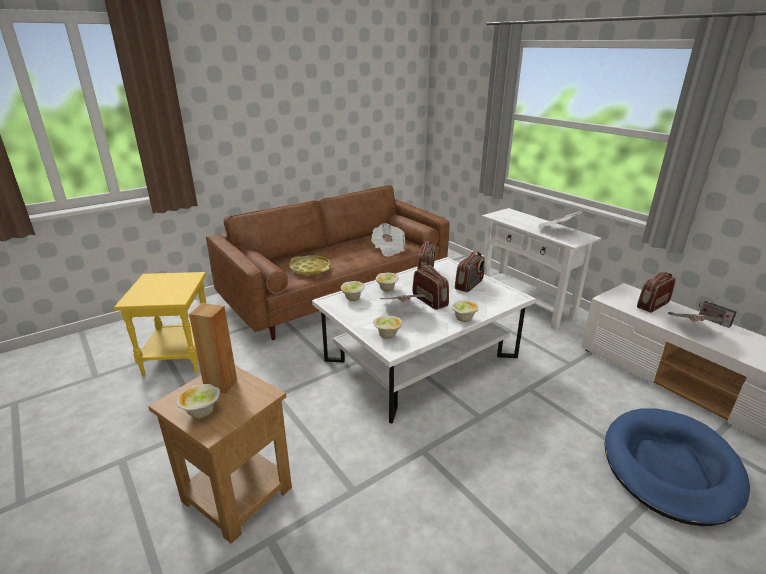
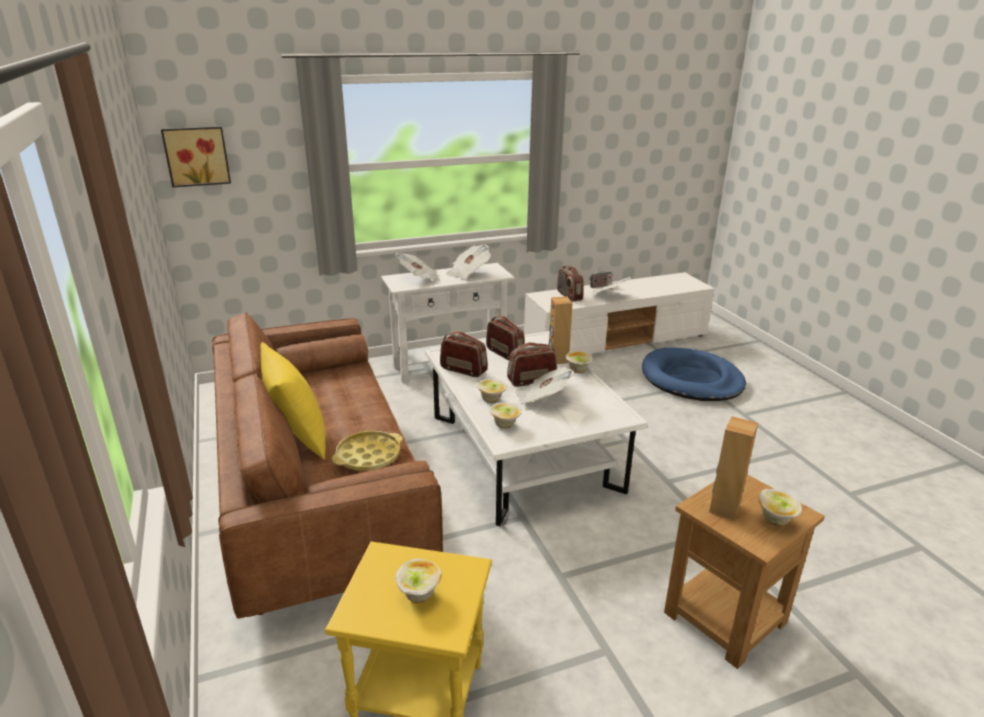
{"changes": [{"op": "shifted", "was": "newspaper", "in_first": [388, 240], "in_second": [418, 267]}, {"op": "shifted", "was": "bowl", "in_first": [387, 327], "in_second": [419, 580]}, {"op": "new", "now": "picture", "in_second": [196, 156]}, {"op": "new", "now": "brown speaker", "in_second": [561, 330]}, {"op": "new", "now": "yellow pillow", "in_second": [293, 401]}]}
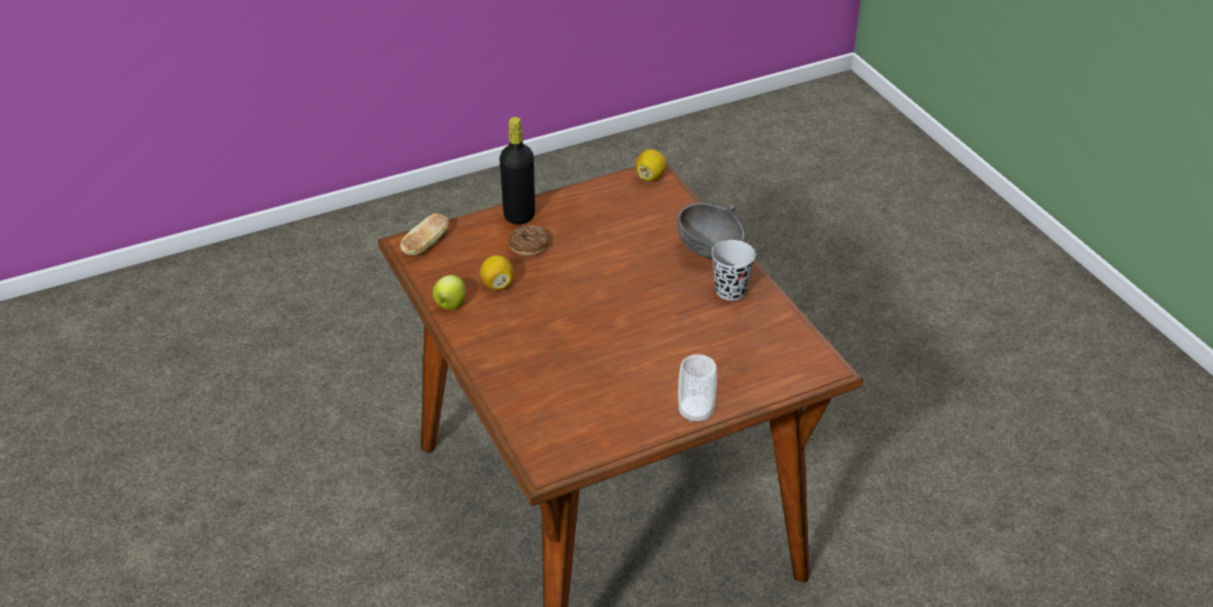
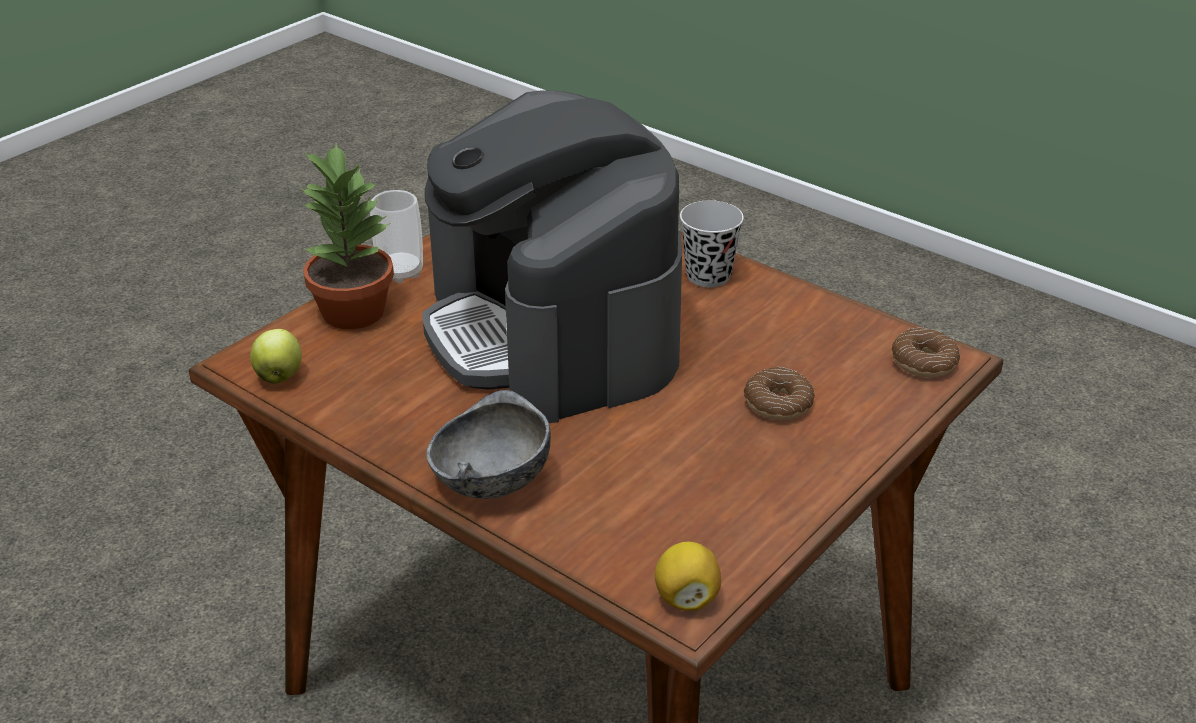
{"changes": [{"op": "gone", "was": "black bottle", "in_first": [517, 171]}, {"op": "swapped", "was": "bread", "now": "donut", "in_first": [424, 234], "in_second": [926, 352]}, {"op": "shifted", "was": "black cup", "in_first": [733, 270], "in_second": [712, 243]}, {"op": "gone", "was": "lemon", "in_first": [497, 272]}, {"op": "shifted", "was": "apple", "in_first": [449, 292], "in_second": [276, 356]}, {"op": "new", "now": "coffee machine", "in_second": [552, 257]}, {"op": "new", "now": "potted plant", "in_second": [346, 236]}]}
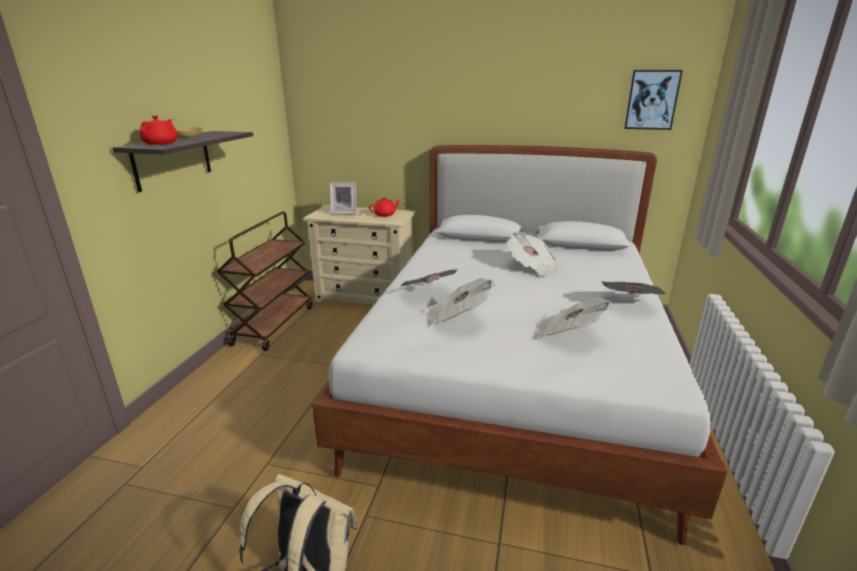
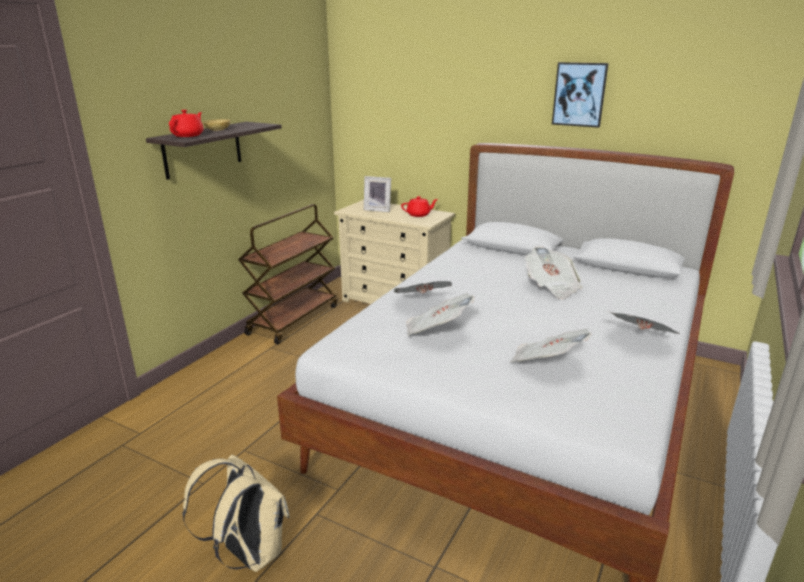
{"changes": [{"op": "shifted", "was": "picture", "in_first": [653, 100], "in_second": [580, 95]}]}
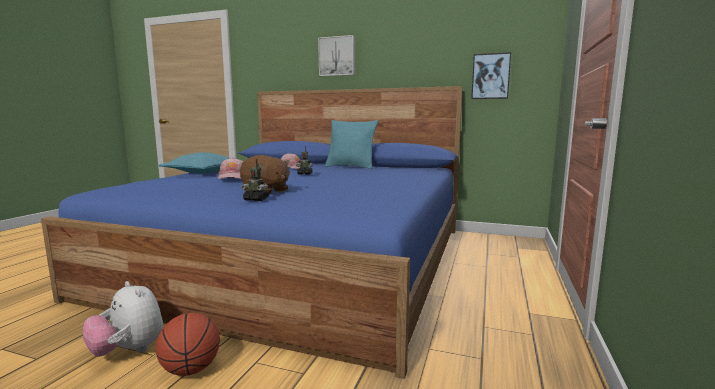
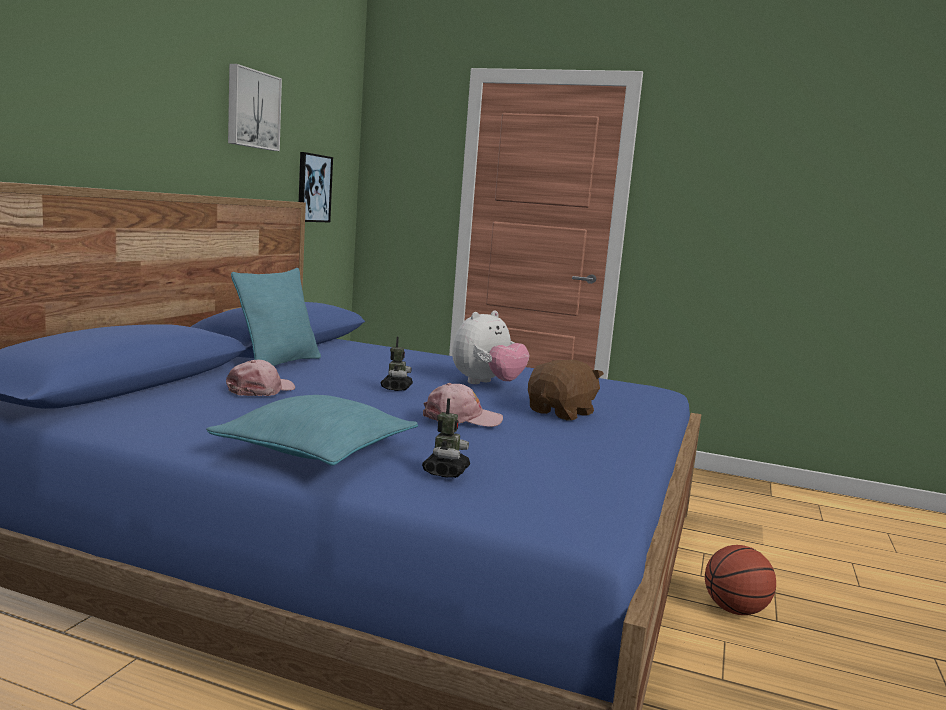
{"changes": [{"op": "shifted", "was": "picture", "in_first": [336, 55], "in_second": [255, 107]}, {"op": "shifted", "was": "toy robot", "in_first": [255, 180], "in_second": [446, 438]}, {"op": "shifted", "was": "plush toy", "in_first": [123, 319], "in_second": [491, 347]}]}
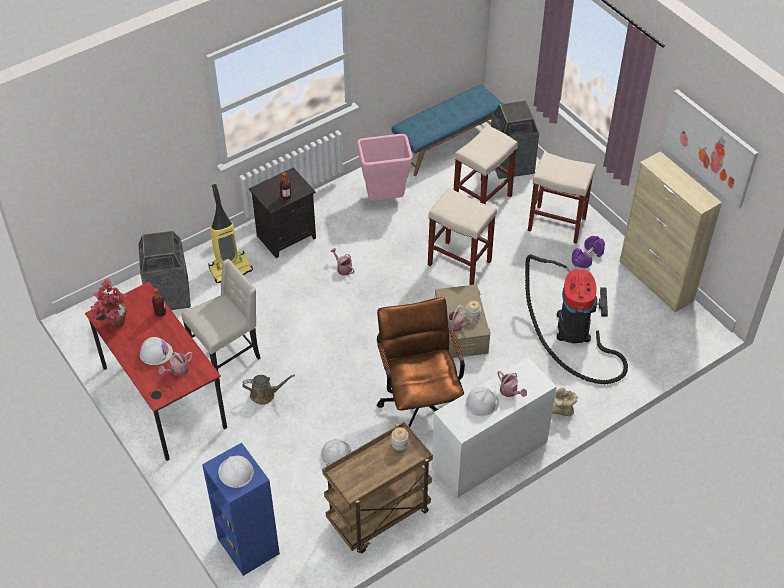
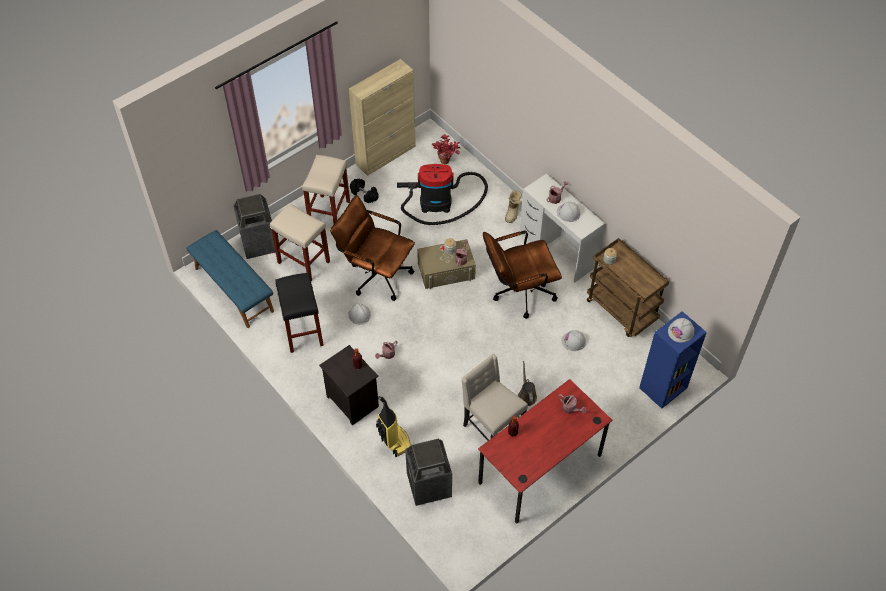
{"changes": [{"op": "gone", "was": "picture", "in_first": [710, 149]}, {"op": "swapped", "was": "pink trash can", "now": "black stool", "in_first": [385, 167], "in_second": [299, 313]}, {"op": "swapped", "was": "beige stool", "now": "brown office chair", "in_first": [462, 236], "in_second": [372, 248]}, {"op": "repainted", "was": "purple dumbbell", "now": "black dumbbell", "in_first": [588, 252], "in_second": [364, 191]}, {"op": "shifted", "was": "potted plant", "in_first": [108, 303], "in_second": [446, 149]}, {"op": "shifted", "was": "white hard hat", "in_first": [156, 351], "in_second": [359, 314]}]}
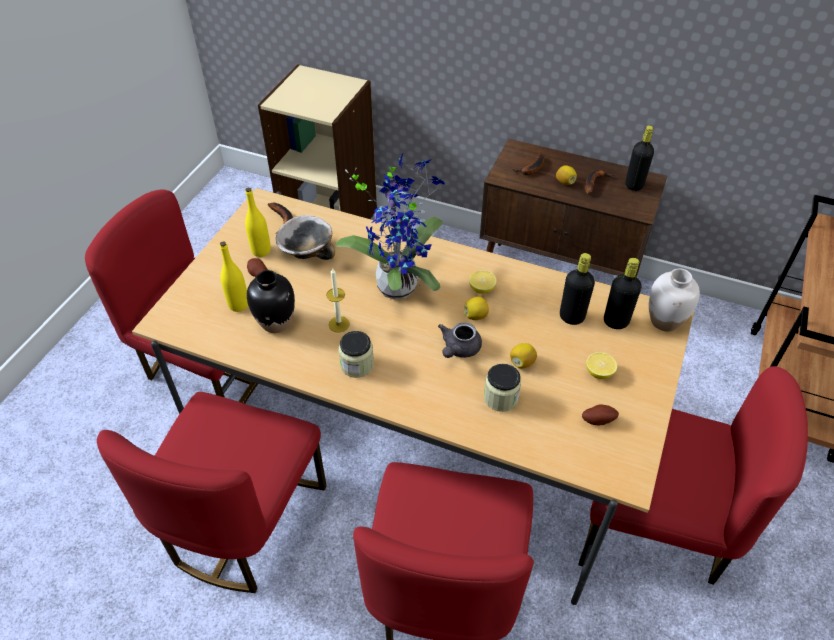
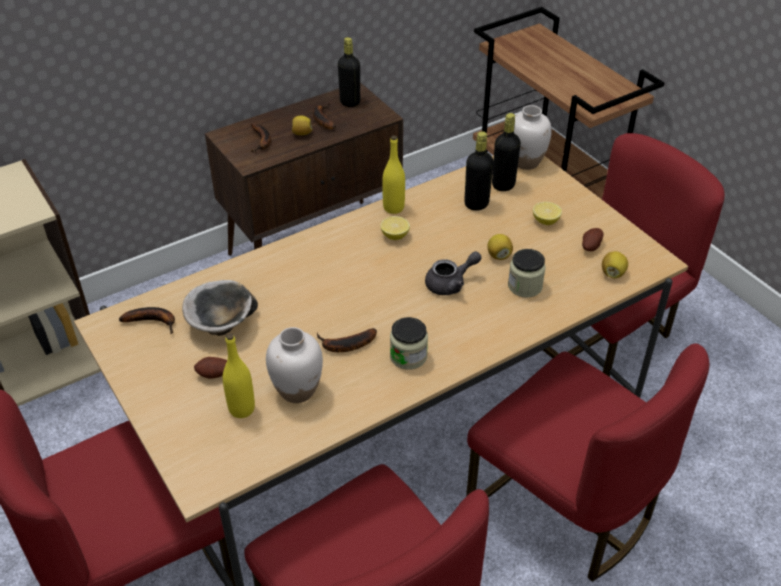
{"changes": [{"op": "gone", "was": "potted plant", "in_first": [390, 226]}, {"op": "shifted", "was": "yellow bottle", "in_first": [258, 222], "in_second": [393, 175]}, {"op": "swapped", "was": "candle", "now": "banana", "in_first": [338, 299], "in_second": [347, 340]}, {"op": "repainted", "was": "black vase", "now": "white vase", "in_first": [271, 301], "in_second": [294, 365]}, {"op": "shifted", "was": "lemon", "in_first": [476, 308], "in_second": [615, 264]}, {"op": "rotated", "was": "grey teapot", "in_first": [460, 340], "in_second": [453, 273], "clockwise": -90}]}
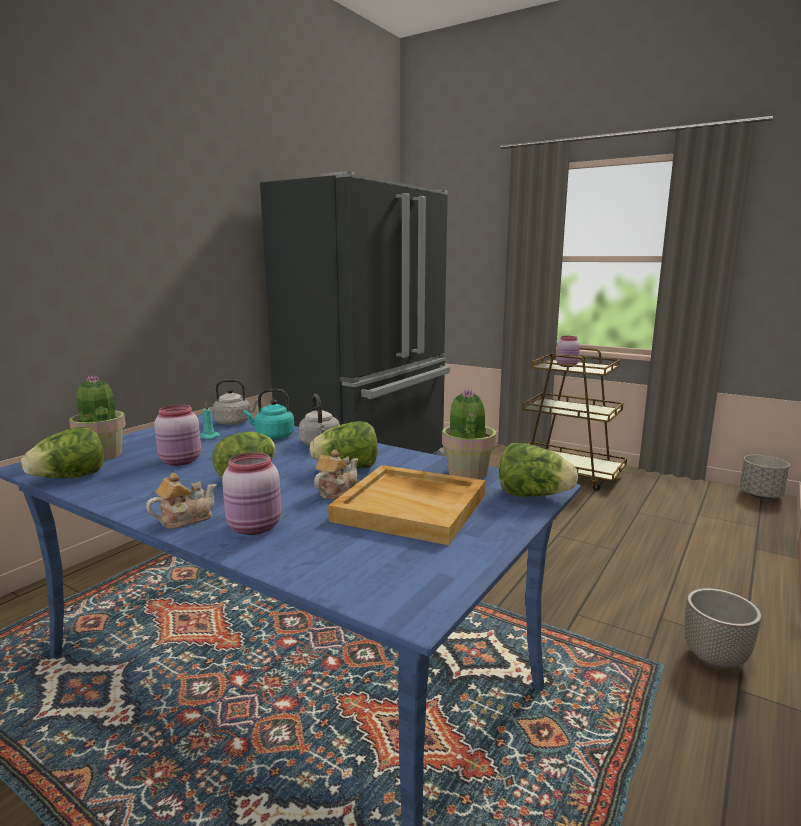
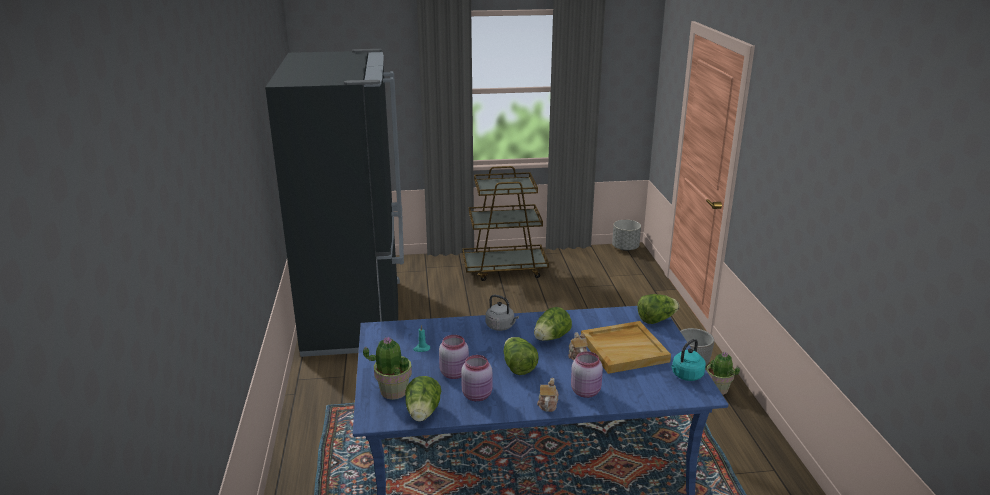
{"changes": [{"op": "shifted", "was": "pink jar", "in_first": [568, 351], "in_second": [476, 378]}, {"op": "gone", "was": "grey kettle", "in_first": [235, 402]}, {"op": "shifted", "was": "turquoise kettle", "in_first": [268, 414], "in_second": [688, 360]}, {"op": "shifted", "was": "potted plant", "in_first": [469, 434], "in_second": [723, 373]}]}
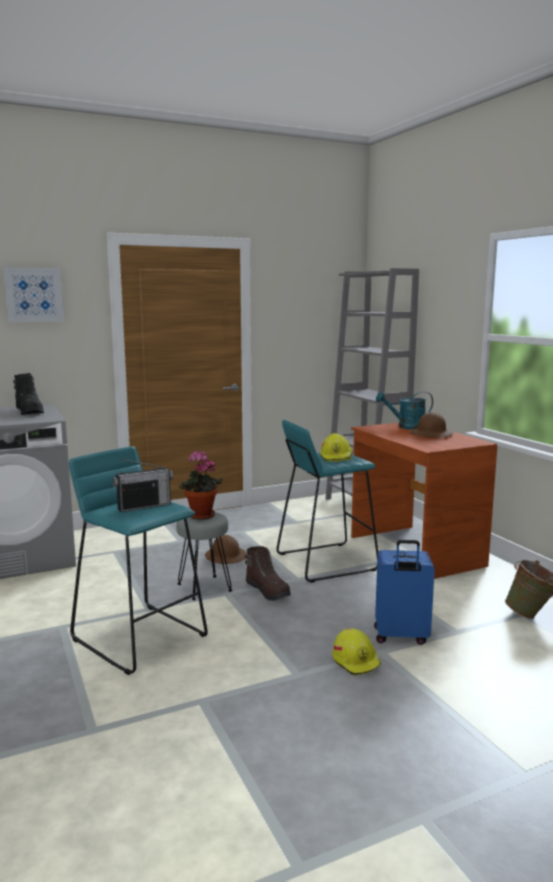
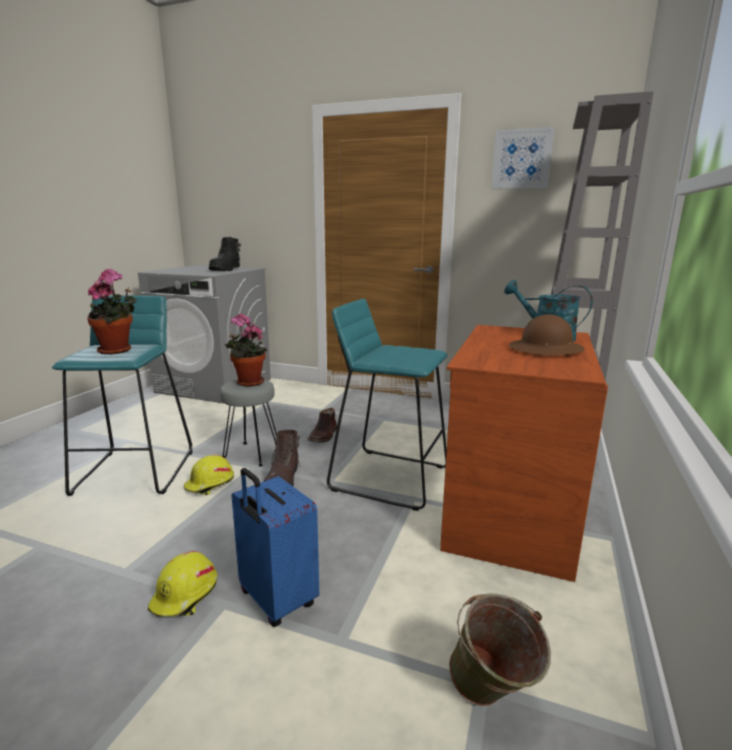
{"changes": [{"op": "shifted", "was": "picture", "in_first": [33, 294], "in_second": [523, 158]}, {"op": "shifted", "was": "yellow hard hat", "in_first": [336, 447], "in_second": [209, 475]}, {"op": "swapped", "was": "radio", "now": "potted plant", "in_first": [142, 485], "in_second": [112, 311]}, {"op": "swapped", "was": "brown hard hat", "now": "brown boot", "in_first": [226, 549], "in_second": [322, 425]}]}
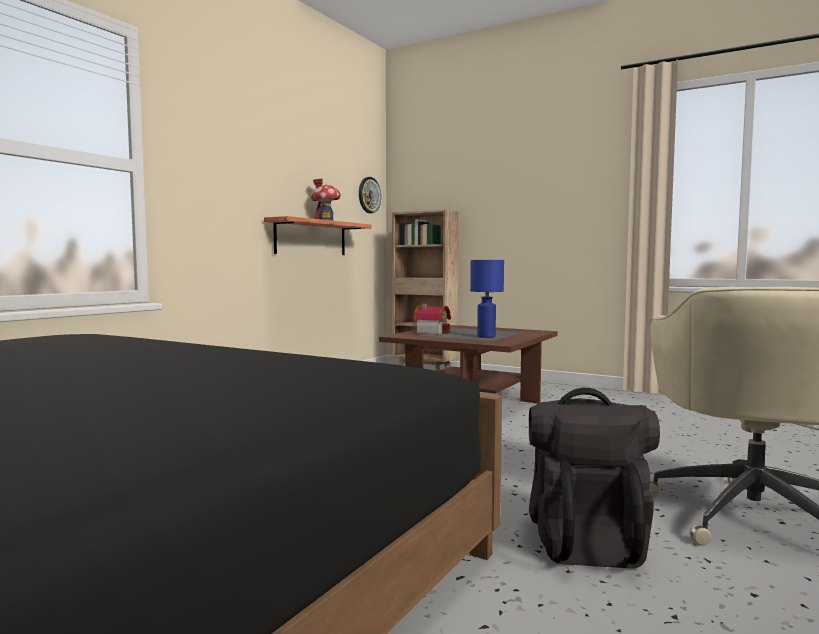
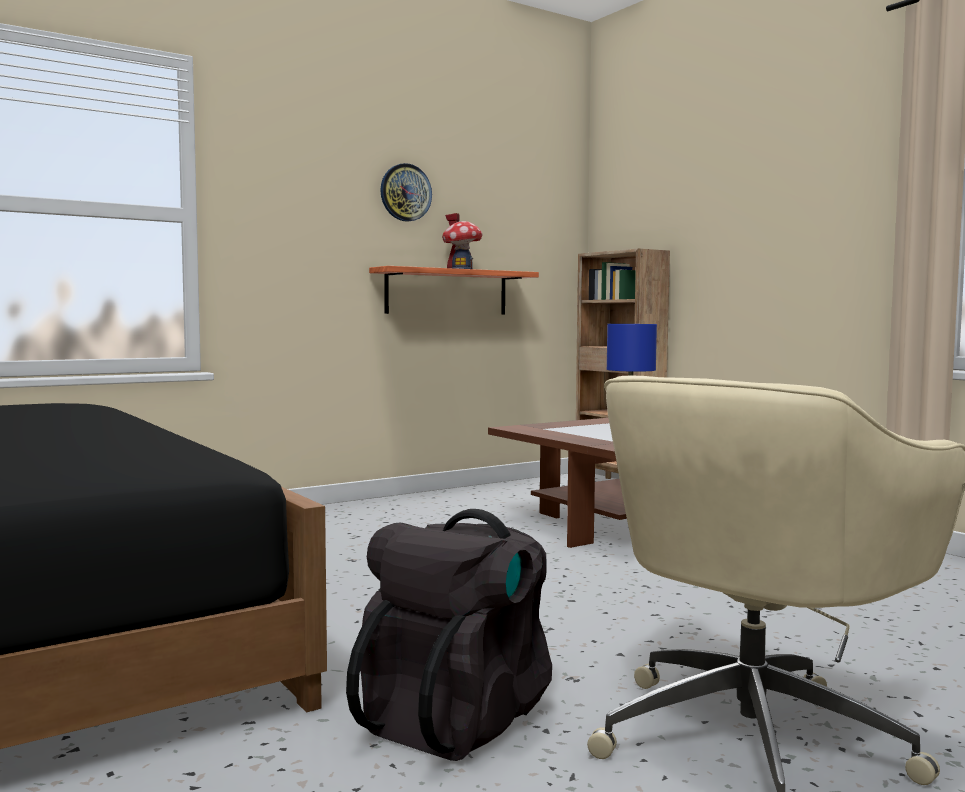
{"changes": [{"op": "shifted", "was": "wall clock", "in_first": [370, 195], "in_second": [406, 192]}, {"op": "gone", "was": "toy house", "in_first": [432, 318]}]}
